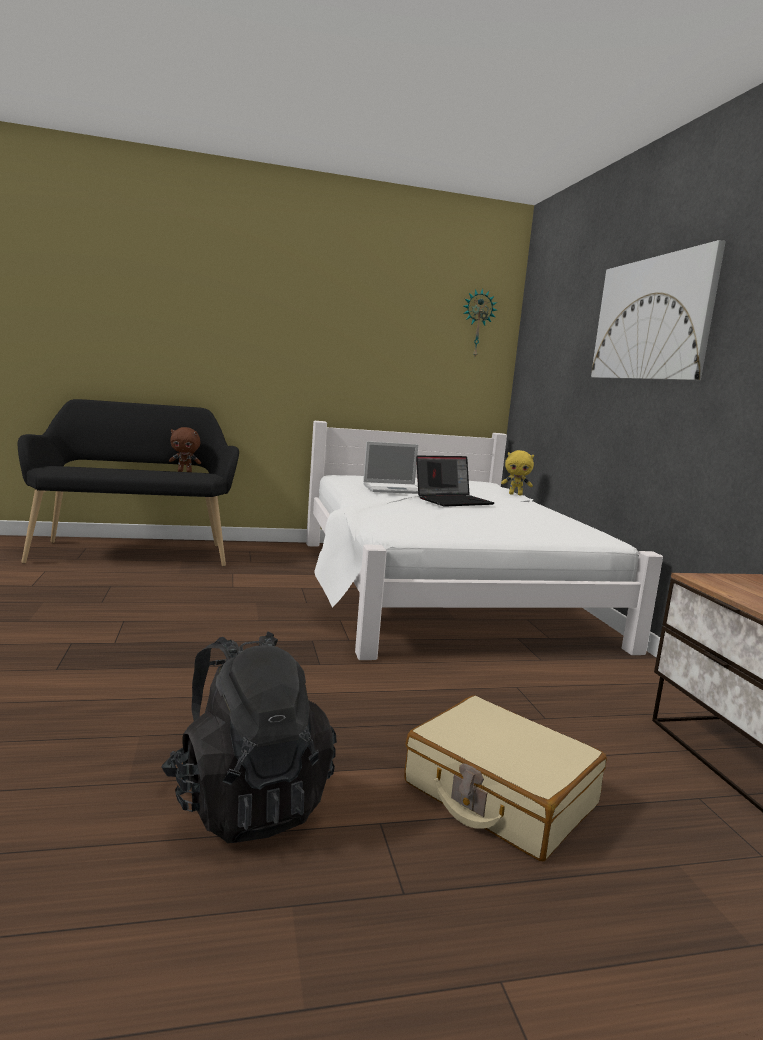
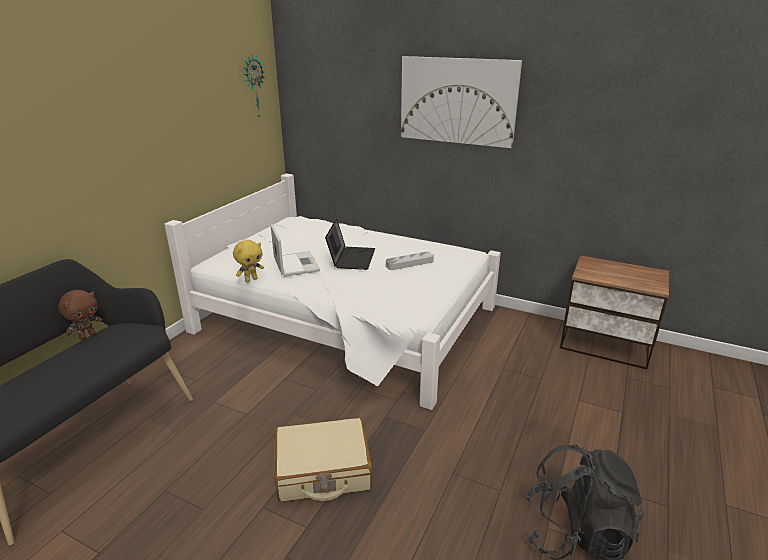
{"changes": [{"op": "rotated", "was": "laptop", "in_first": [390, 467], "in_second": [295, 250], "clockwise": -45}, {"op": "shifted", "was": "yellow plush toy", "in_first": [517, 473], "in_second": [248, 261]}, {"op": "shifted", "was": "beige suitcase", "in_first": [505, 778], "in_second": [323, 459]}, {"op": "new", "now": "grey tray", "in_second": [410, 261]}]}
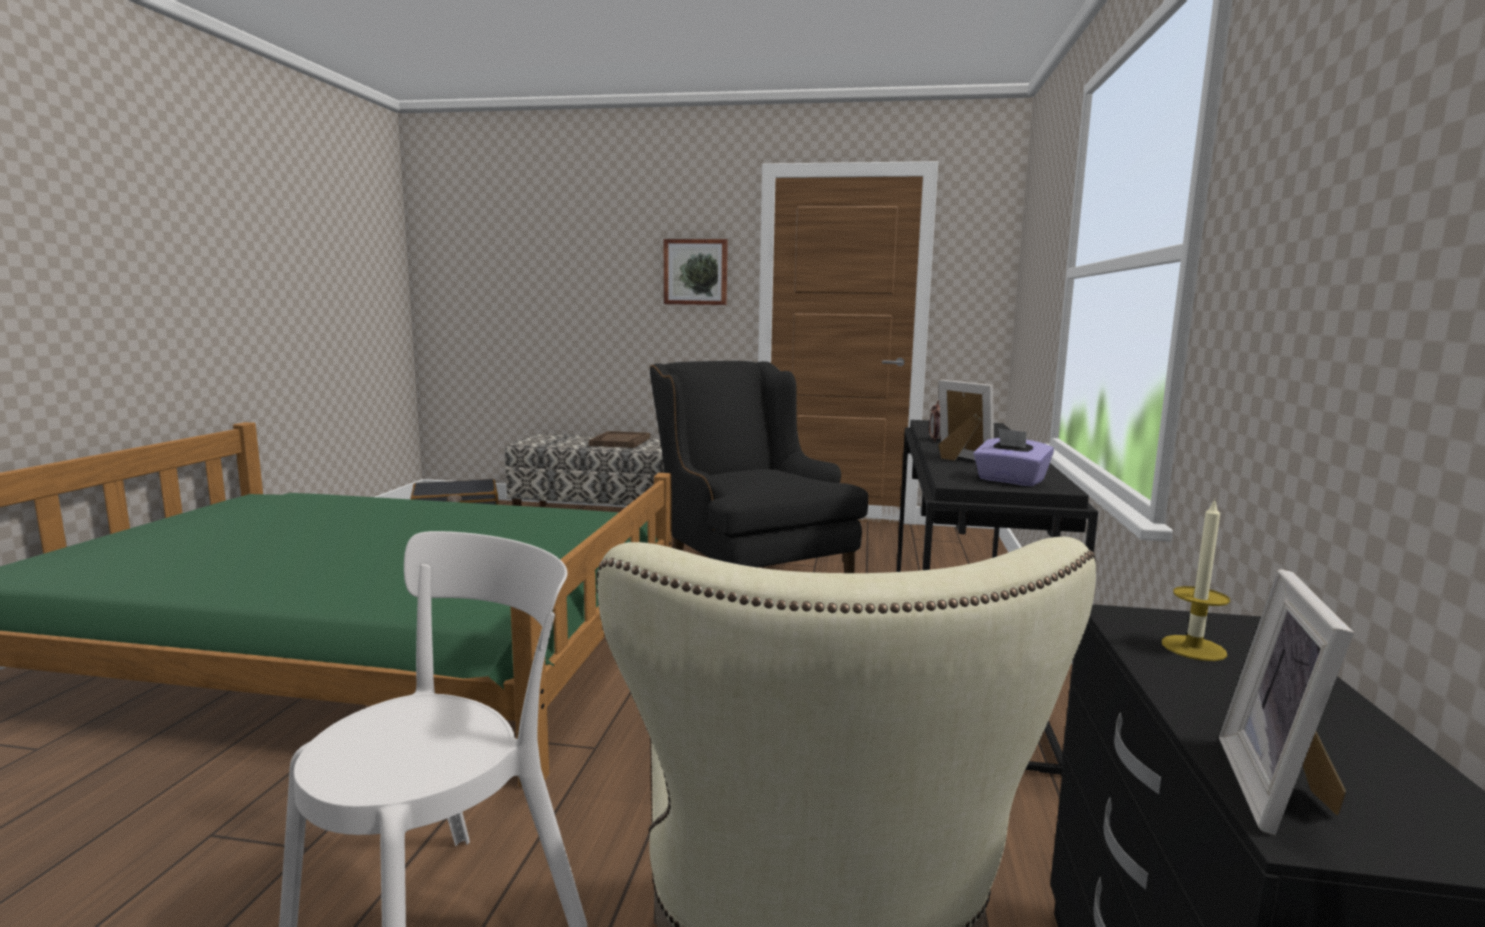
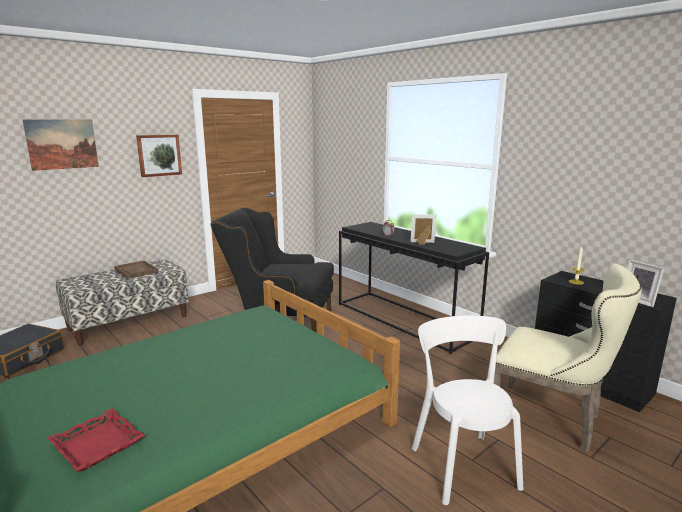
{"changes": [{"op": "gone", "was": "purple tissue box", "in_first": [1013, 457]}, {"op": "new", "now": "picture", "in_second": [60, 145]}, {"op": "new", "now": "red tray", "in_second": [96, 439]}]}
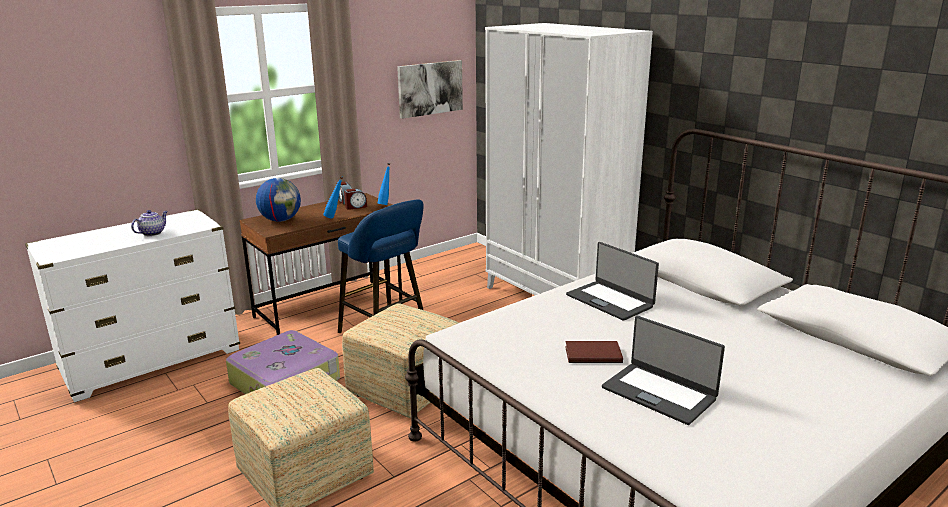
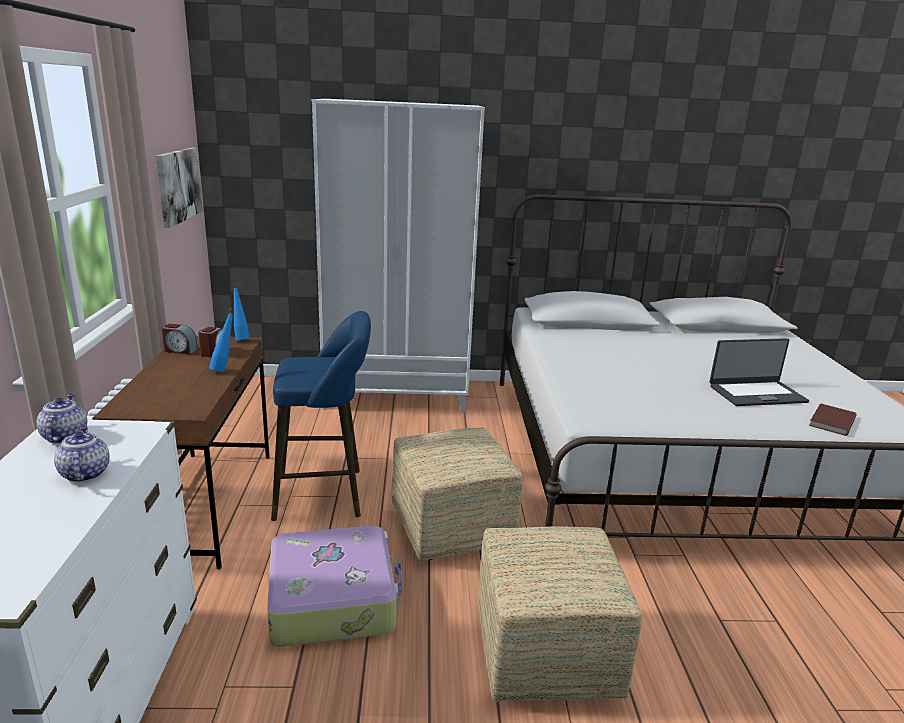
{"changes": [{"op": "gone", "was": "globe", "in_first": [278, 200]}, {"op": "gone", "was": "laptop", "in_first": [612, 281]}, {"op": "shifted", "was": "brown book", "in_first": [594, 352], "in_second": [832, 419]}, {"op": "new", "now": "teapot", "in_second": [61, 419]}]}
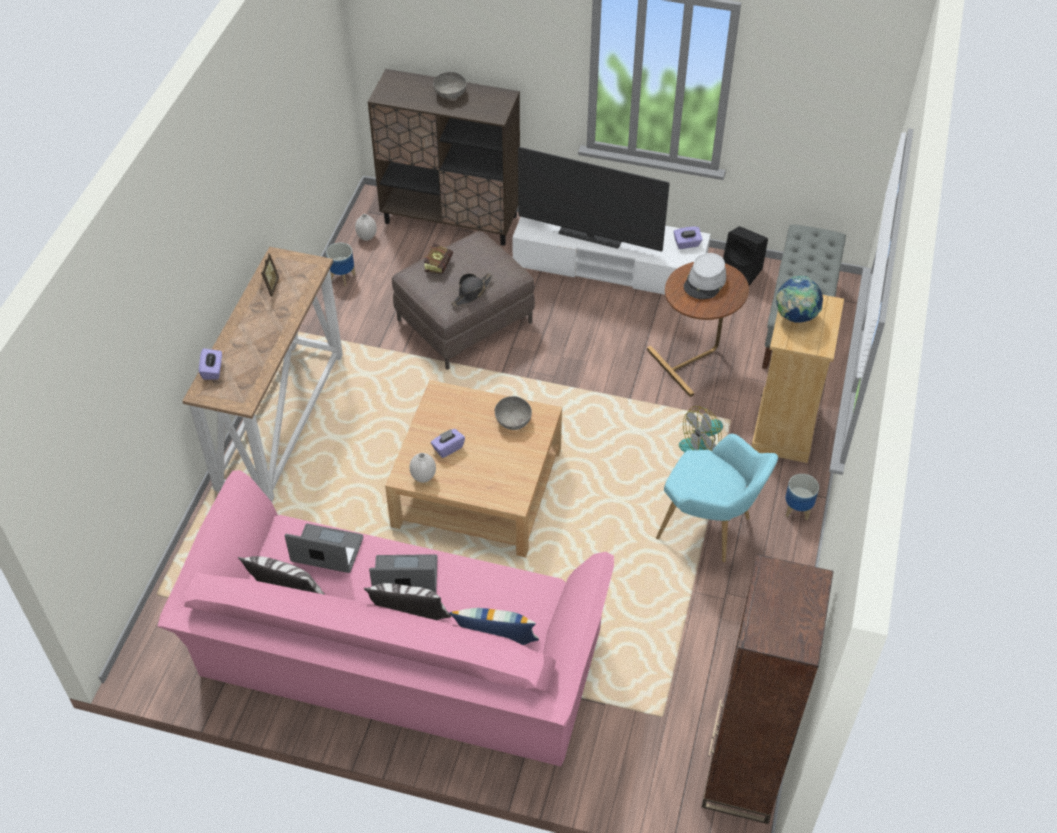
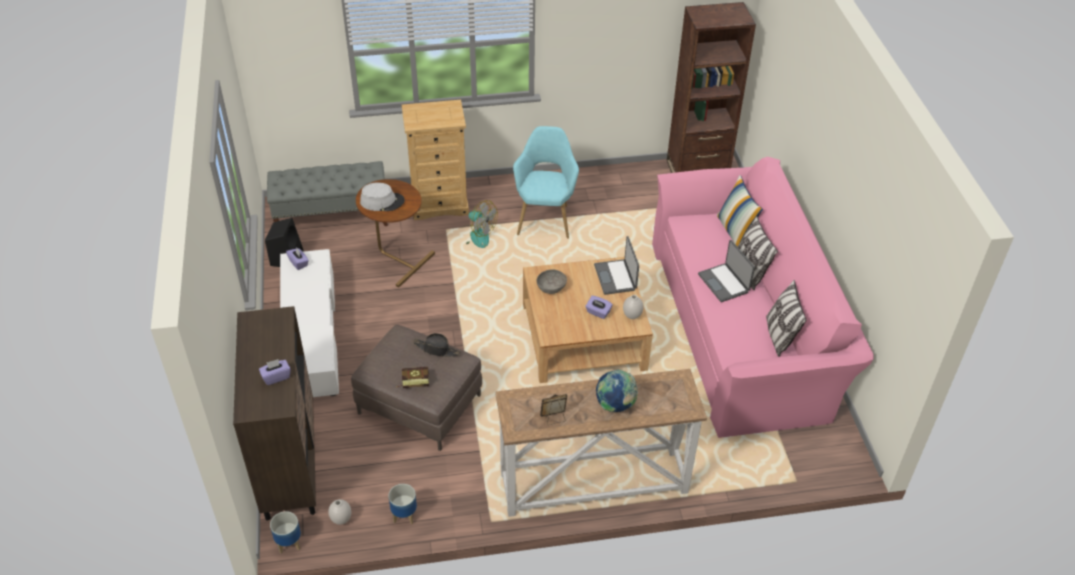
{"changes": [{"op": "gone", "was": "grey bowl", "in_first": [450, 85]}, {"op": "gone", "was": "television", "in_first": [594, 199]}, {"op": "shifted", "was": "globe", "in_first": [799, 299], "in_second": [617, 391]}, {"op": "shifted", "was": "purple tissue box", "in_first": [210, 364], "in_second": [275, 372]}, {"op": "shifted", "was": "planter", "in_first": [802, 497], "in_second": [285, 532]}, {"op": "shifted", "was": "laptop", "in_first": [324, 548], "in_second": [616, 265]}]}
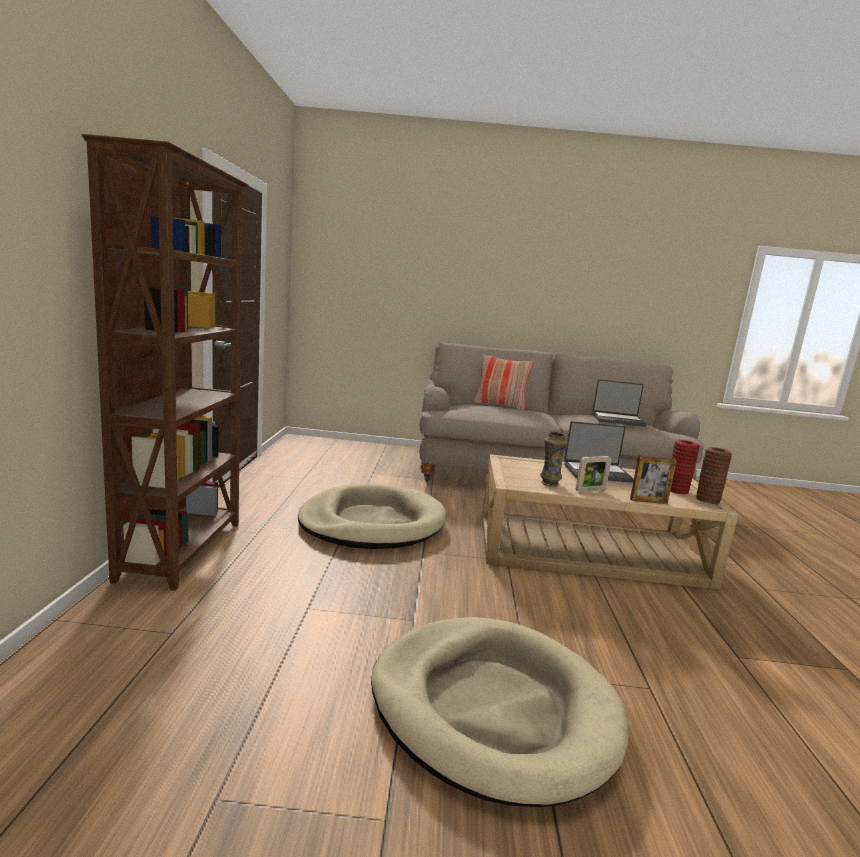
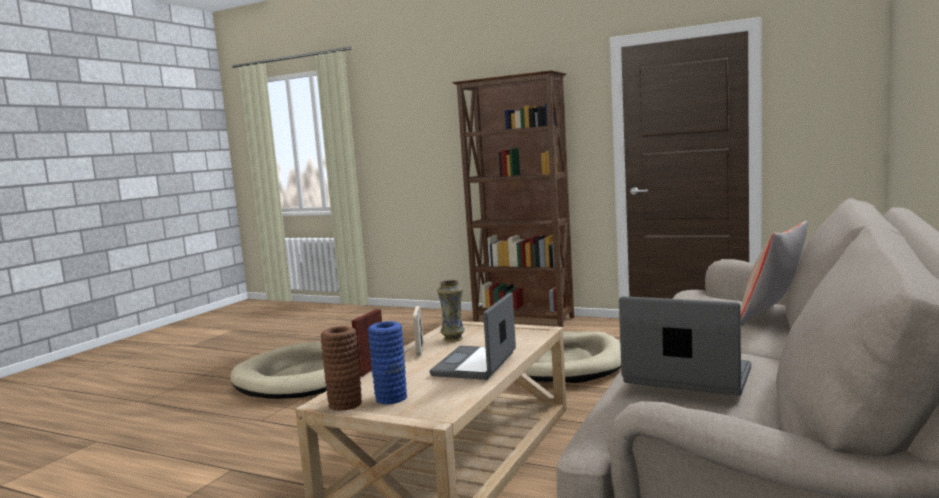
{"changes": [{"op": "rotated", "was": "laptop", "in_first": [619, 403], "in_second": [685, 346], "clockwise": 90}, {"op": "repainted", "was": "red vase", "now": "blue vase", "in_first": [685, 467], "in_second": [387, 362]}]}
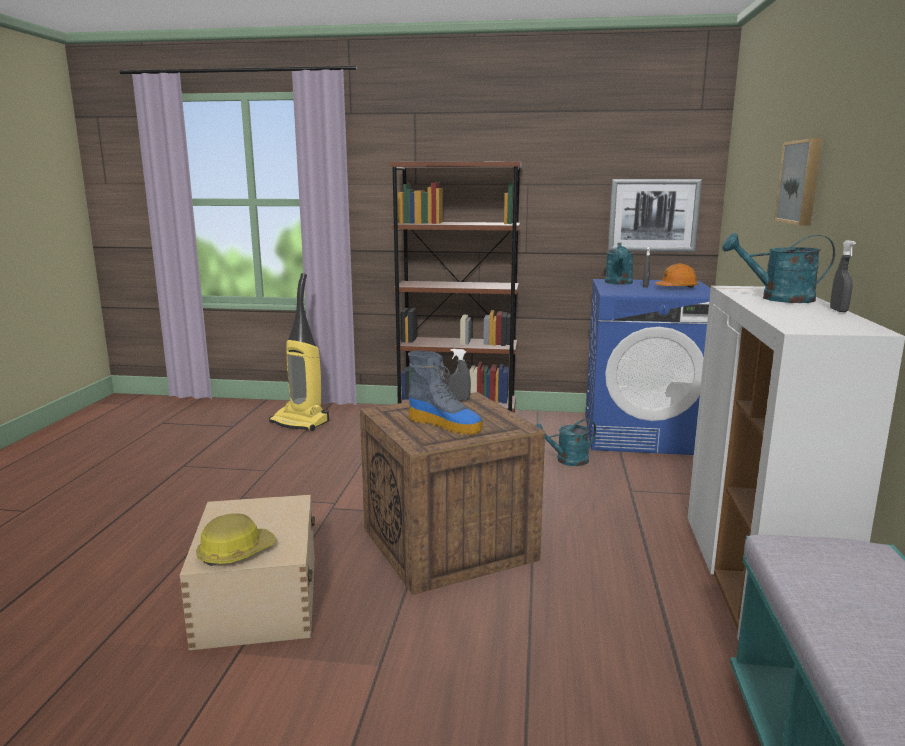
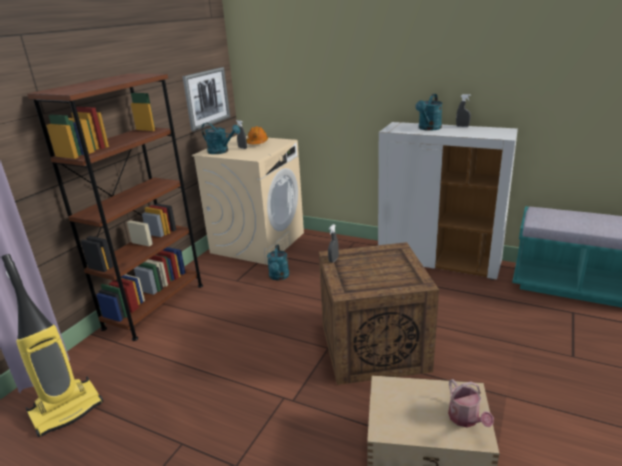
{"changes": [{"op": "gone", "was": "picture", "in_first": [798, 182]}, {"op": "repainted", "was": "blue washing machine", "now": "beige washing machine", "in_first": [648, 367], "in_second": [248, 200]}, {"op": "gone", "was": "boot", "in_first": [445, 393]}, {"op": "swapped", "was": "hard hat", "now": "watering can", "in_first": [236, 539], "in_second": [471, 403]}]}
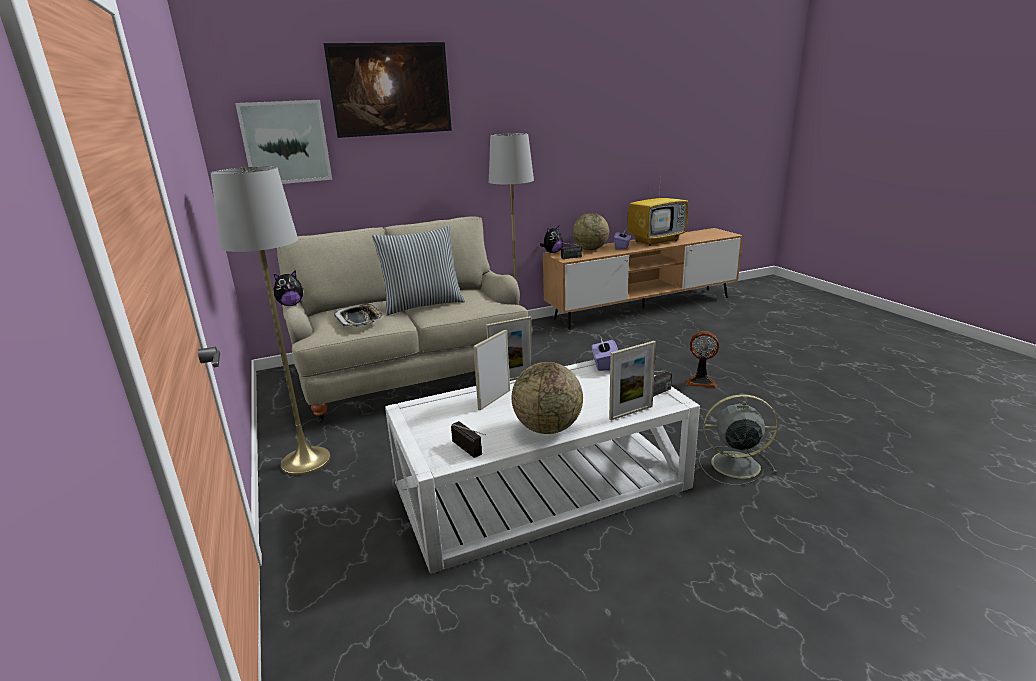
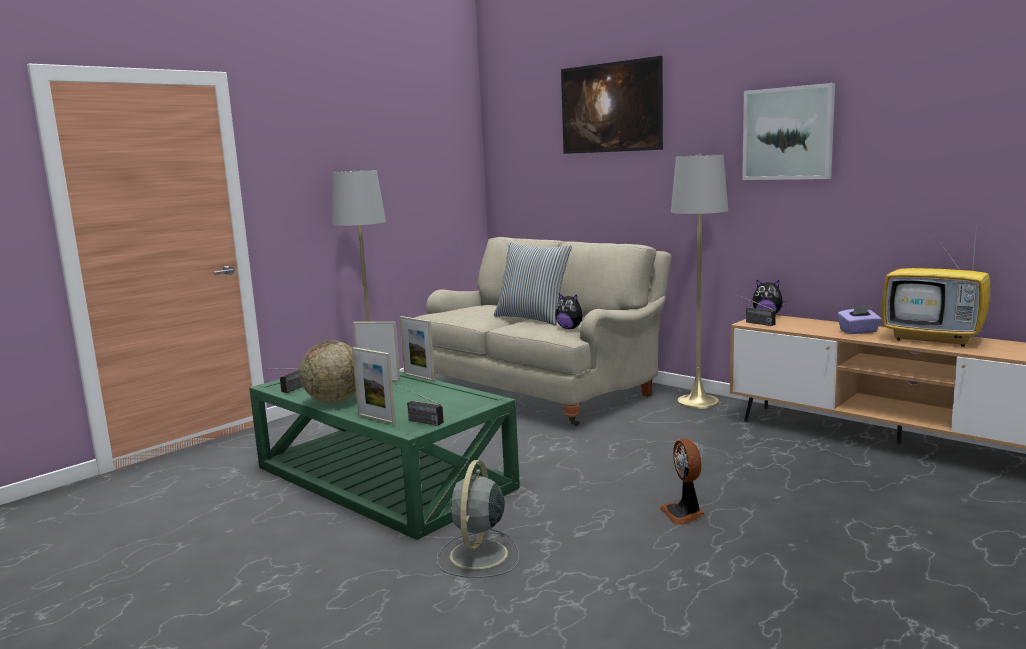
{"changes": [{"op": "shifted", "was": "picture", "in_first": [283, 142], "in_second": [788, 131]}, {"op": "gone", "was": "globe", "in_first": [590, 231]}, {"op": "shifted", "was": "plush toy", "in_first": [289, 288], "in_second": [570, 311]}, {"op": "gone", "was": "tray", "in_first": [359, 315]}, {"op": "gone", "was": "purple tissue box", "in_first": [605, 354]}, {"op": "repainted", "was": "white coffee table", "now": "green coffee table", "in_first": [542, 467], "in_second": [384, 456]}, {"op": "rotated", "was": "grey fan", "in_first": [738, 439], "in_second": [478, 519], "clockwise": -150}]}
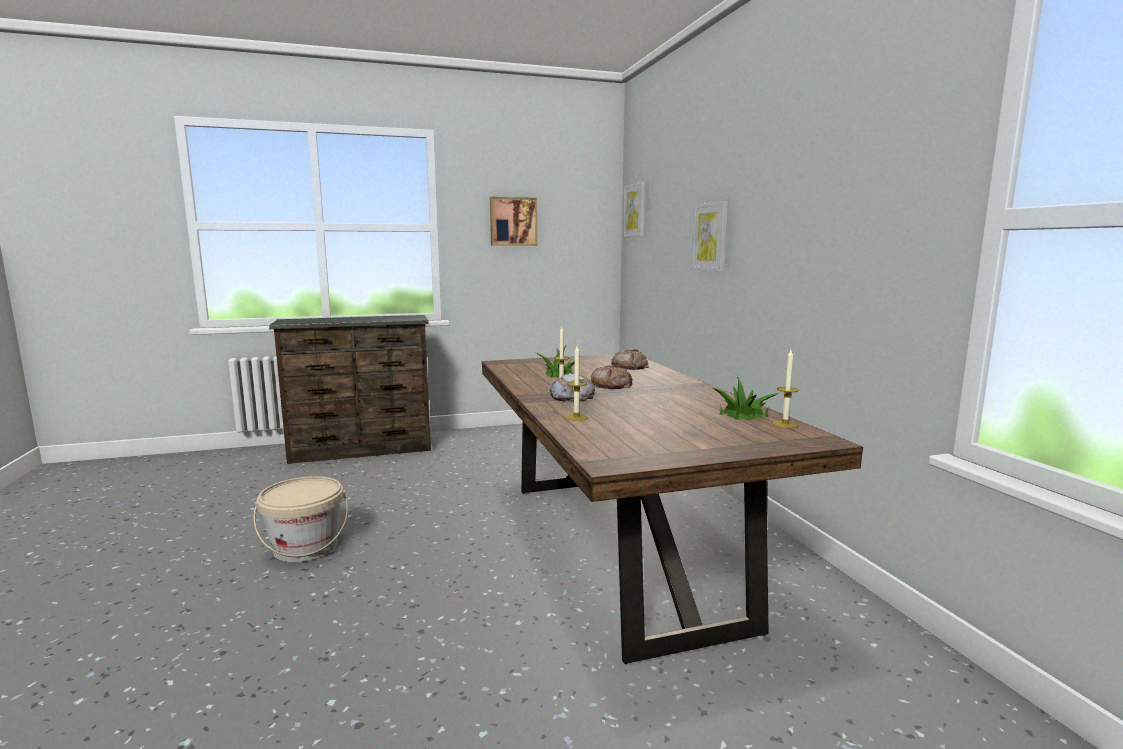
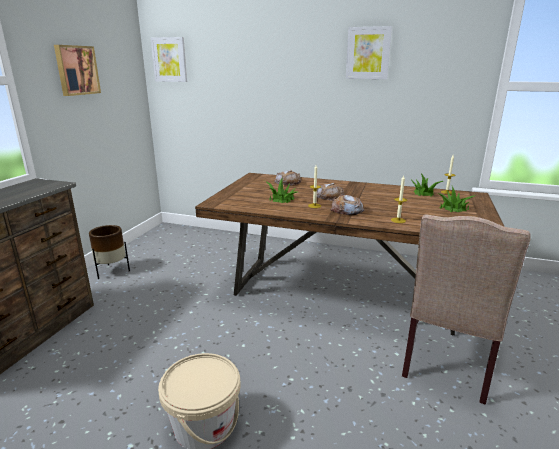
{"changes": [{"op": "shifted", "was": "picture", "in_first": [709, 236], "in_second": [369, 52]}, {"op": "new", "now": "potted plant", "in_second": [456, 199]}, {"op": "new", "now": "beige chair", "in_second": [466, 310]}, {"op": "new", "now": "brown planter", "in_second": [109, 252]}]}
